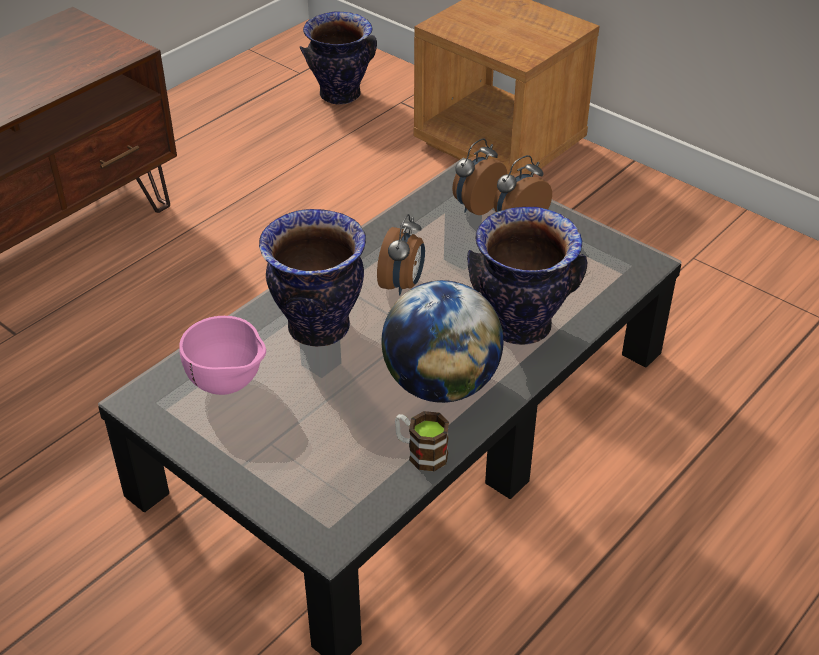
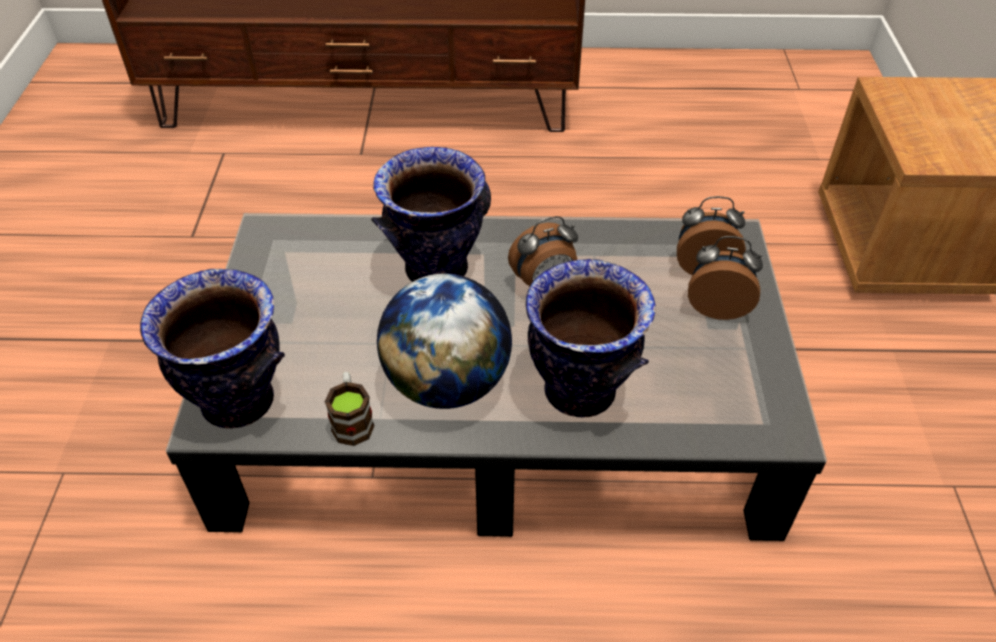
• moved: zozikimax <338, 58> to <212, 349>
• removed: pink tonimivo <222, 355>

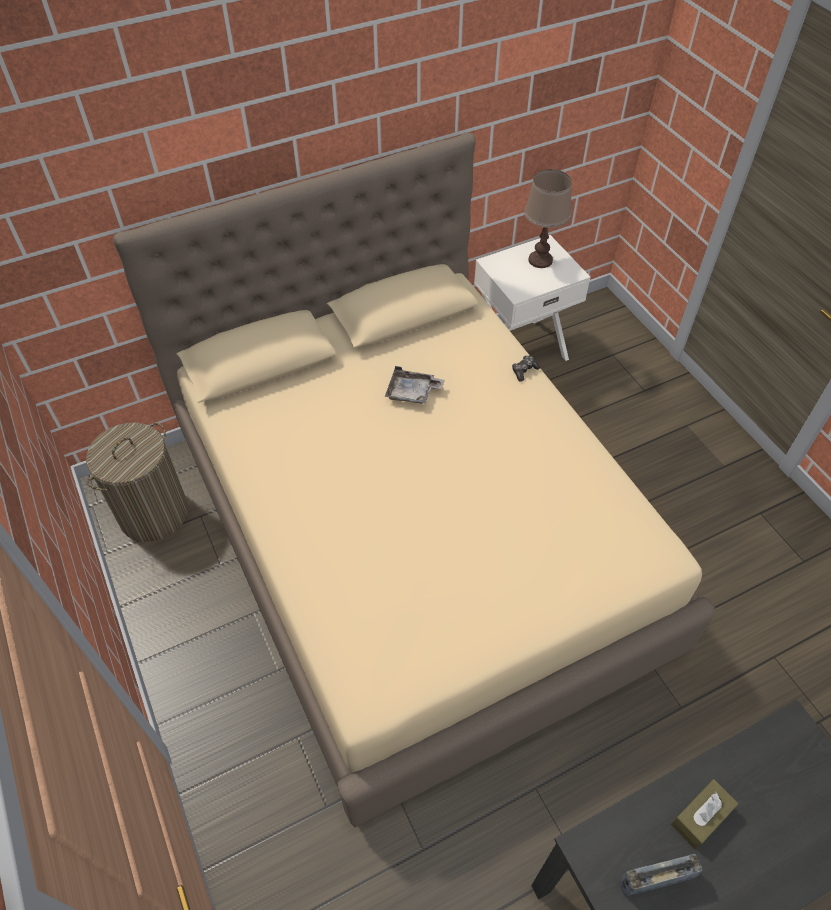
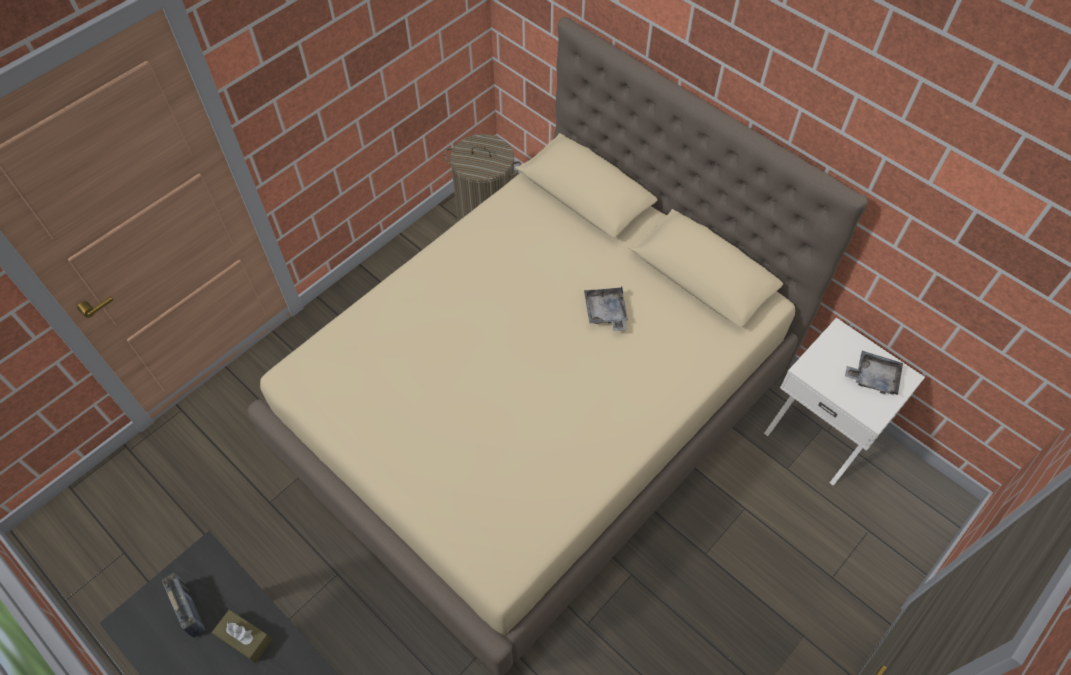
• replaced: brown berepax <548, 218> to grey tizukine <874, 373>
• removed: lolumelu <526, 369>

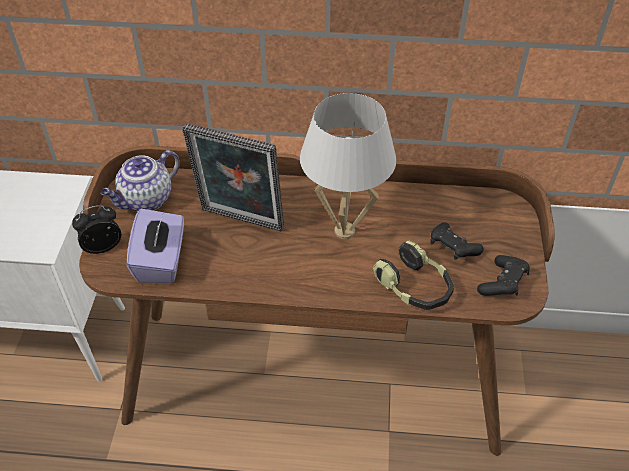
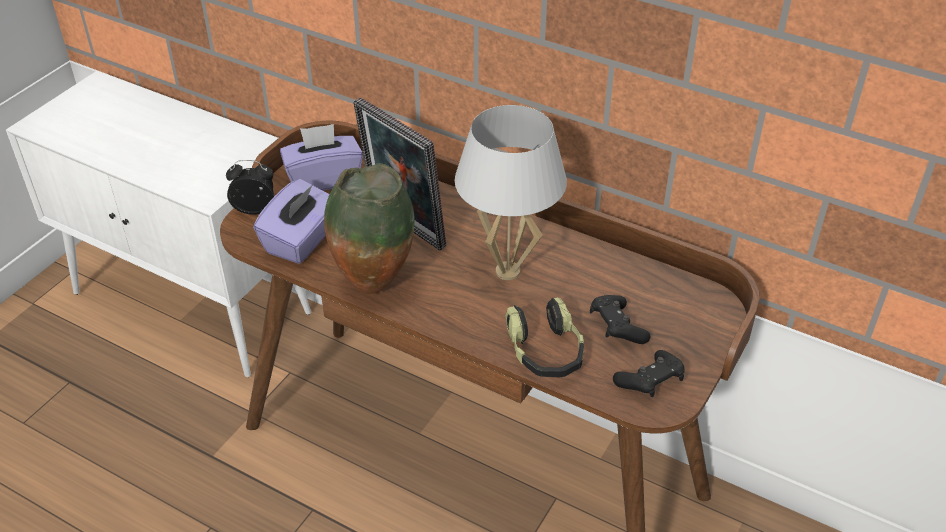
• replaced: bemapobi <140, 180> to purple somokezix <321, 157>
• added: zozikimax <369, 228>

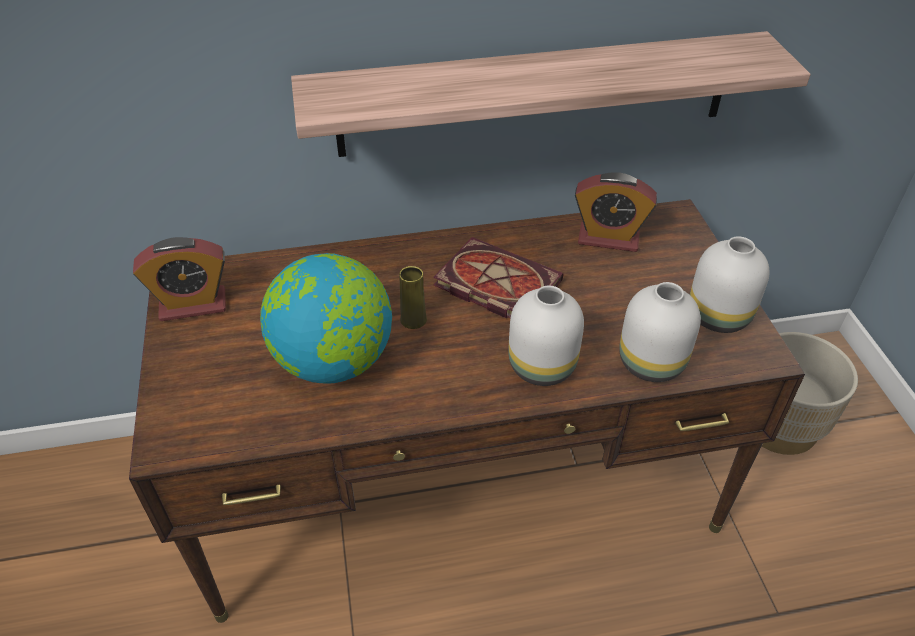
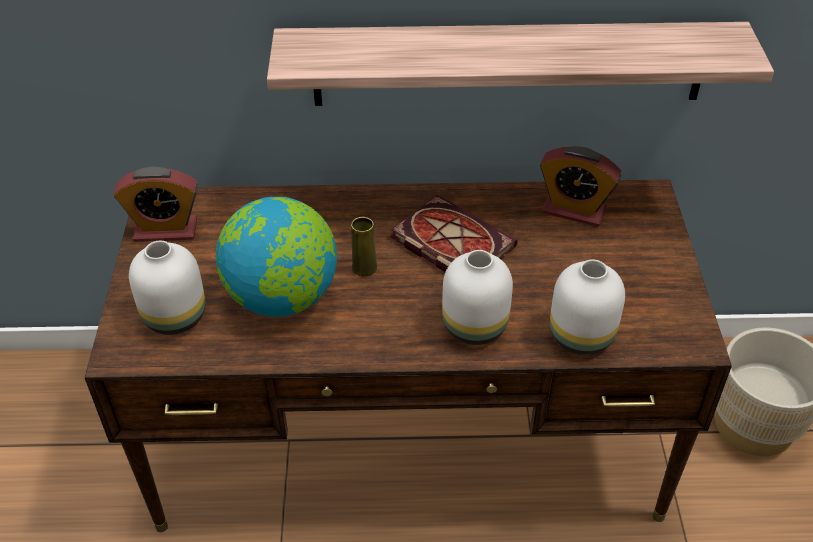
• moved: white zozikimax <730, 284> to <167, 288>

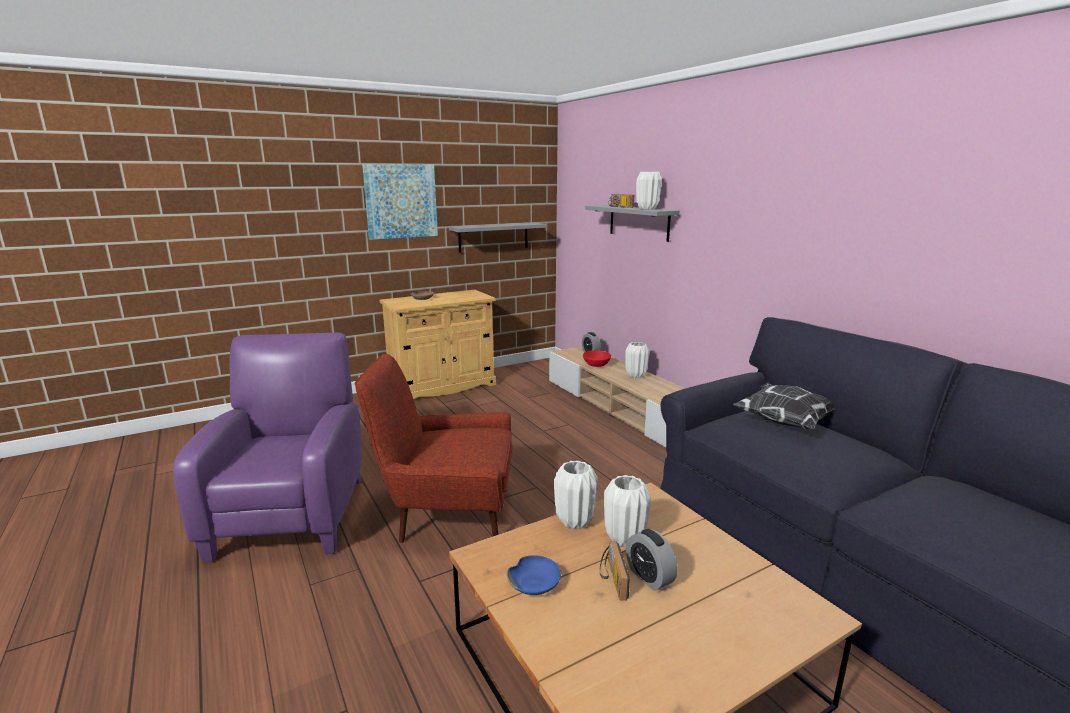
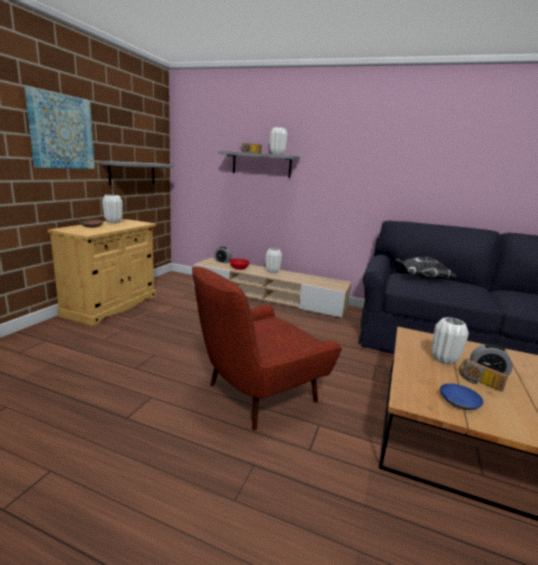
• removed: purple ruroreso <267, 448>
• moved: white zozikimax <576, 495> to <112, 209>

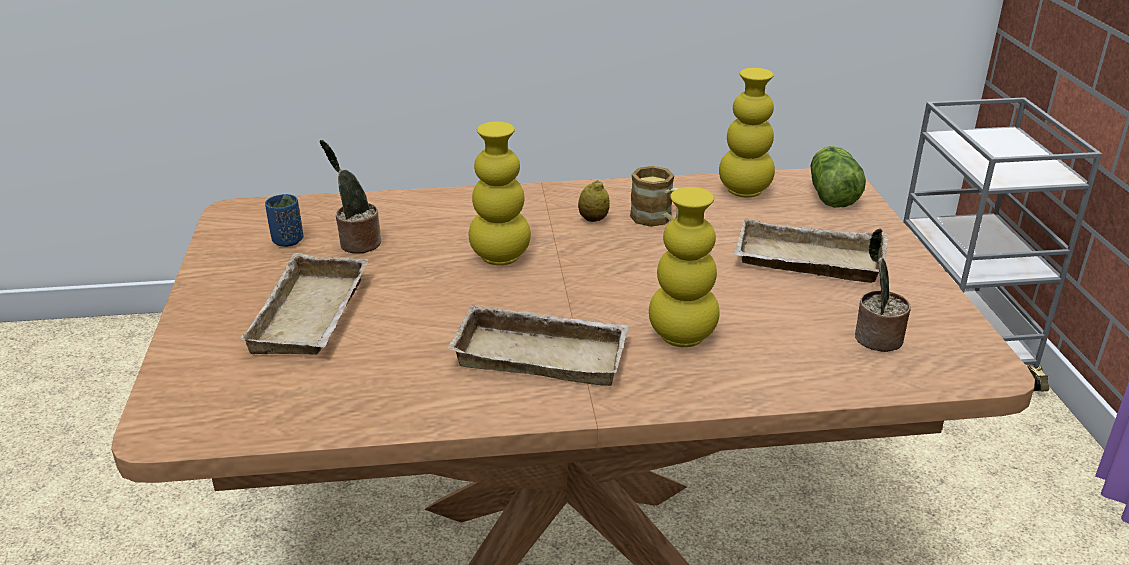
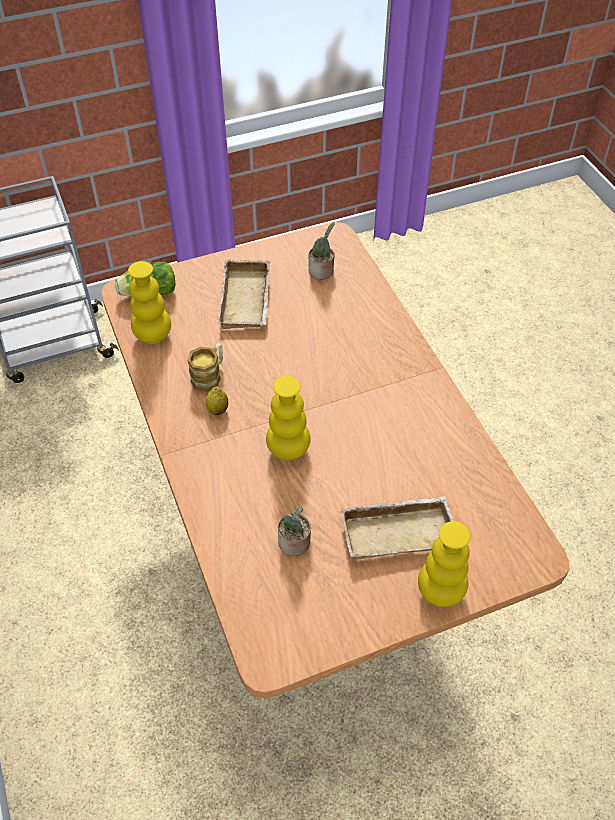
• moved: yellow zozikimax <684, 267> to <444, 564>
• removed: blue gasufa <284, 220>
• removed: beige tizukine <538, 345>

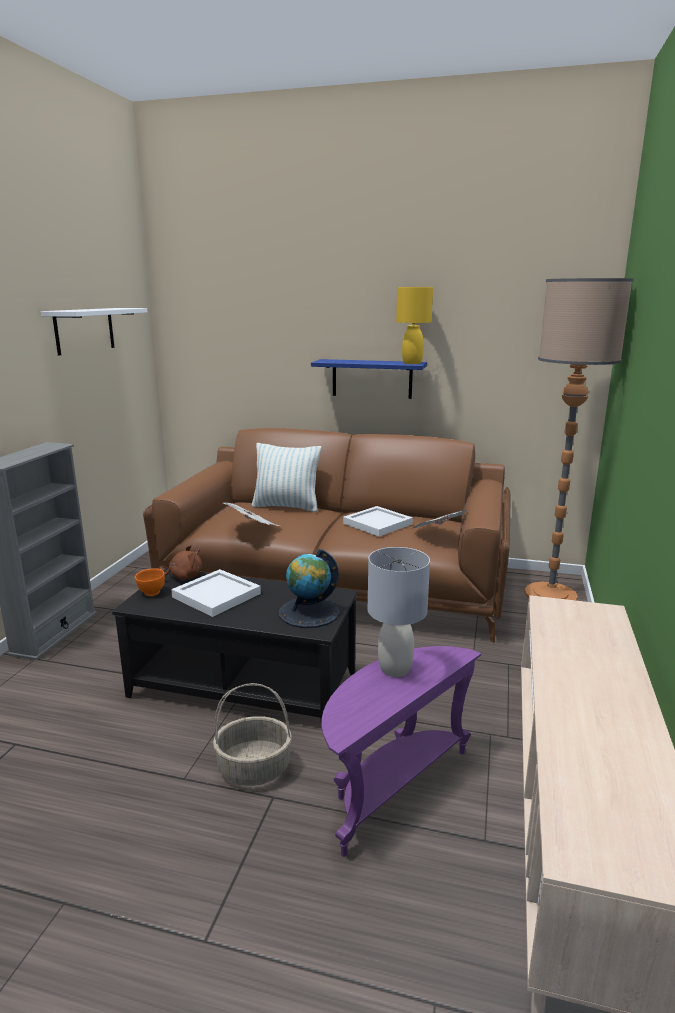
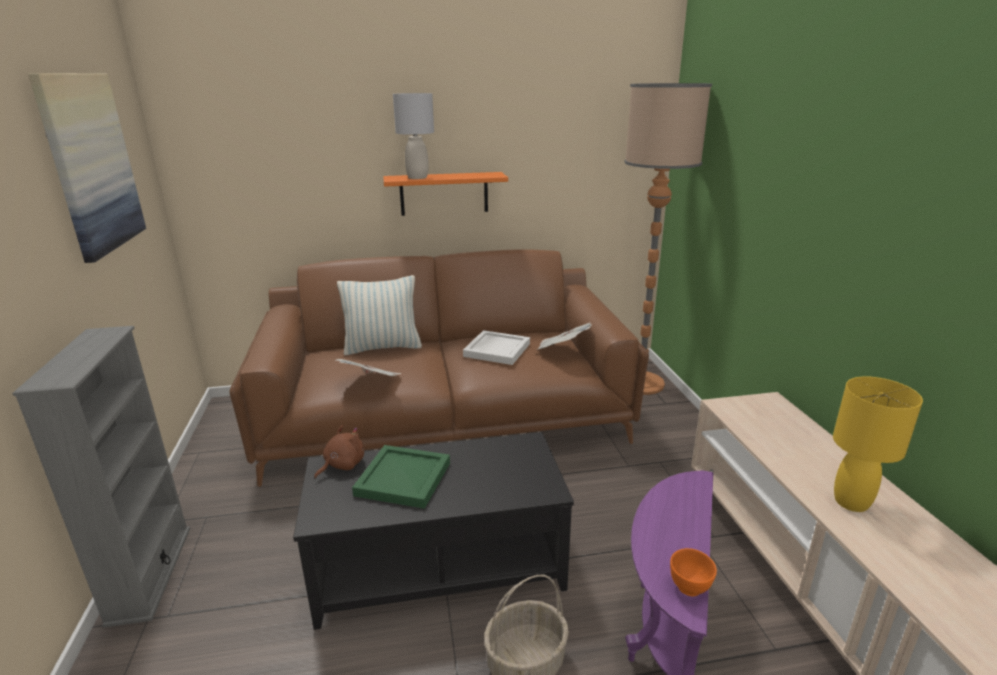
• moved: yellow berepax <414, 325> to <878, 444>
• replaced: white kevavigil <94, 332> to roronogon <87, 168>
• recoloured: blue kevavigil <369, 379> to orange kevavigil <445, 194>
• moved: grey berepax <399, 612> to <413, 136>
• removed: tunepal <309, 588>
• moved: orange tonimivo <150, 582> to <693, 572>
• recoloured: white tizukine <216, 593> to green tizukine <401, 477>

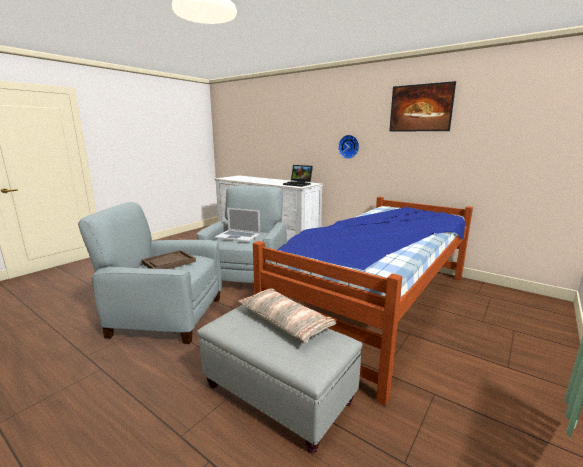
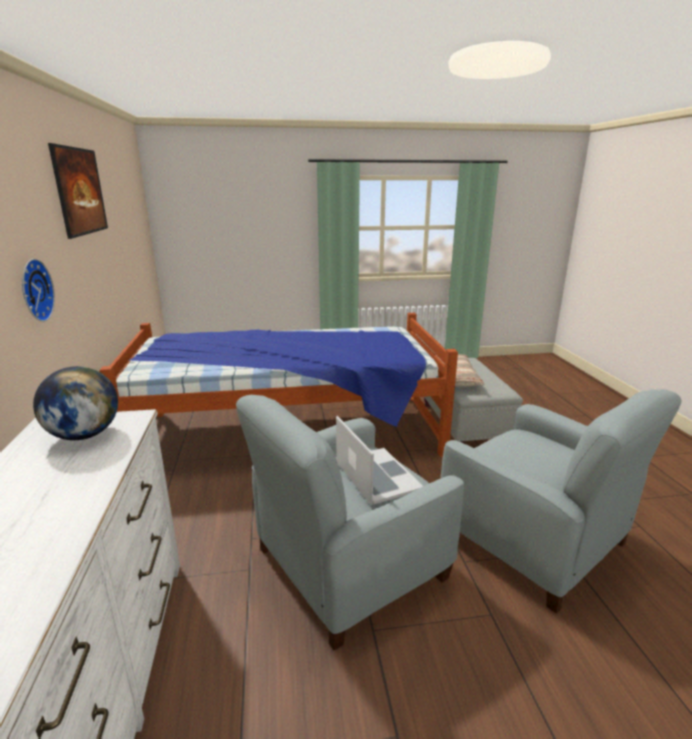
• replaced: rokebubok <298, 176> to tunepal <75, 403>
• removed: brown tizukine <168, 259>

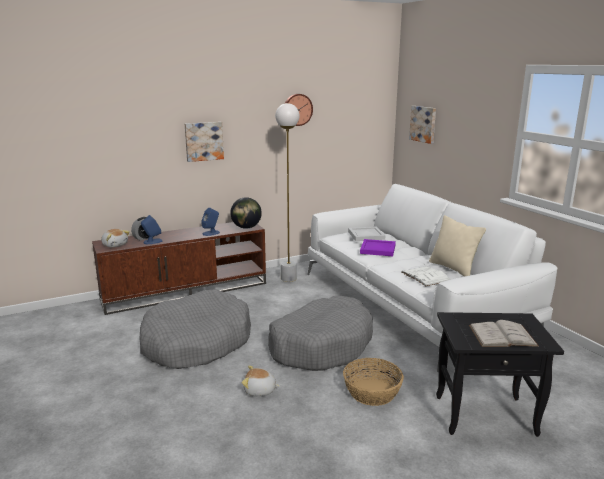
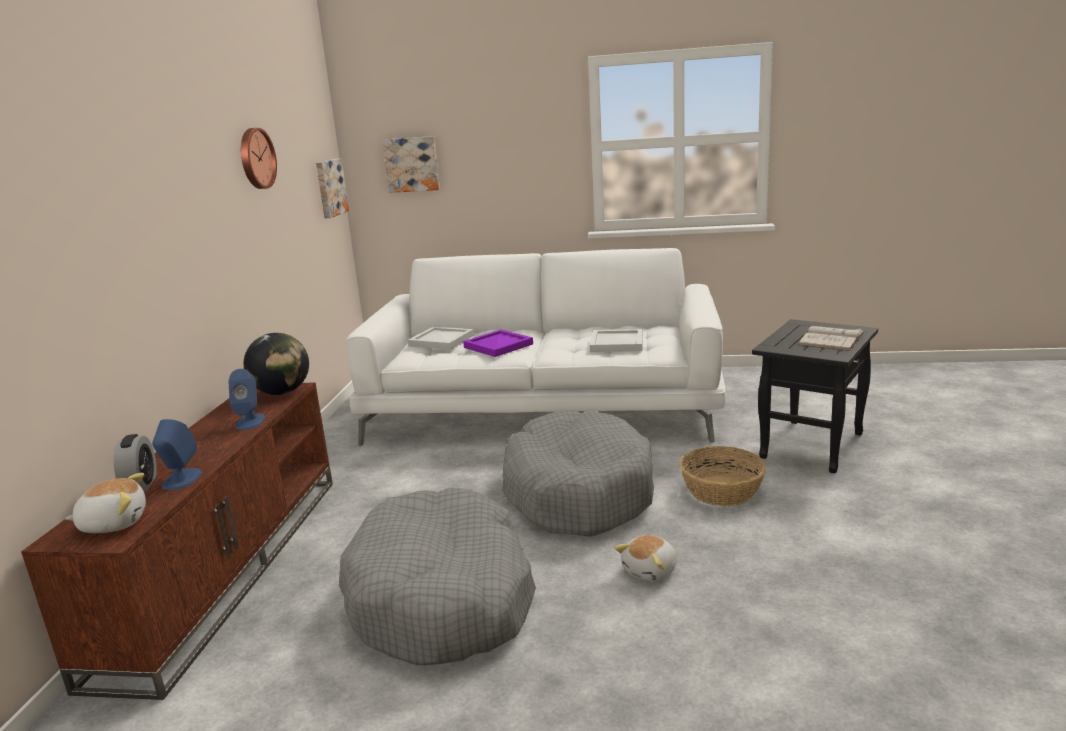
• removed: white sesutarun <287, 192>
• moved: roronogon <204, 142> to <332, 188>
• removed: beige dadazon <457, 246>
• replaced: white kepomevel <426, 276> to white tizukine <616, 340>

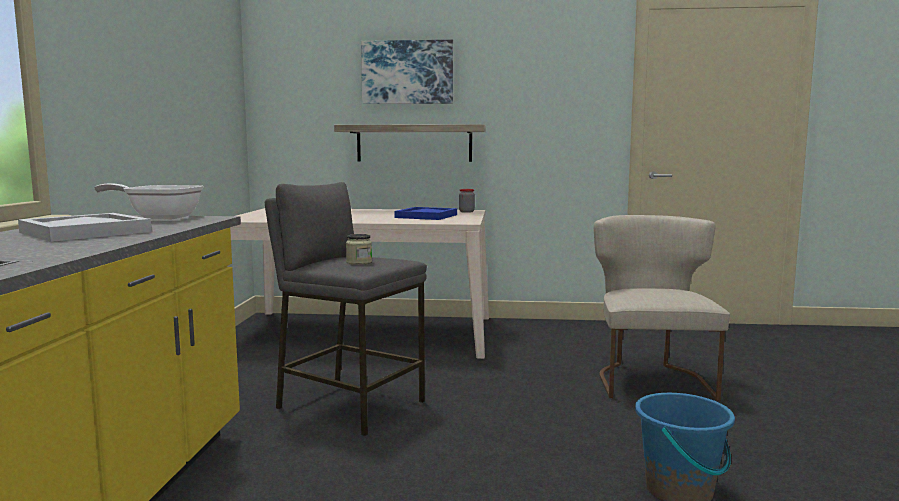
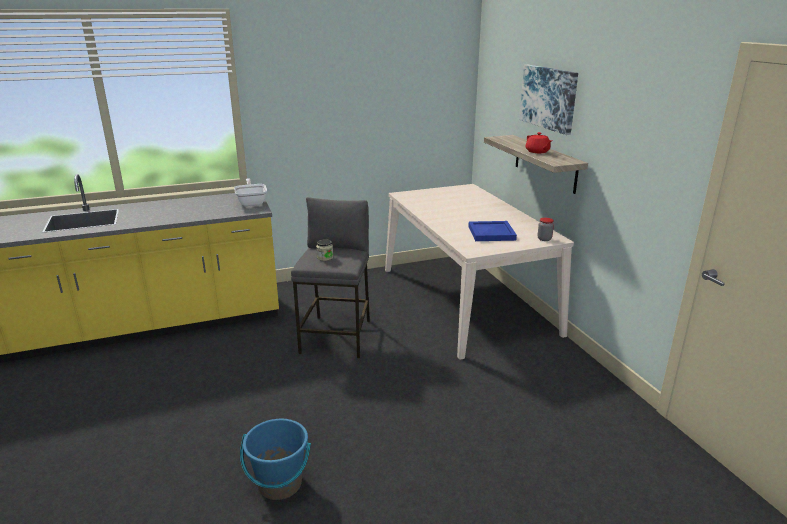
• removed: white tizukine <85, 227>
• removed: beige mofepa <662, 308>
• added: red bemapobi <539, 142>

